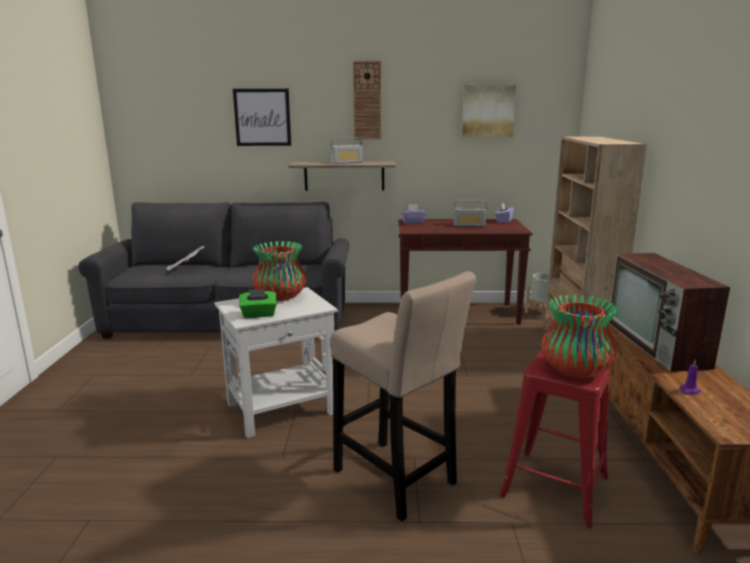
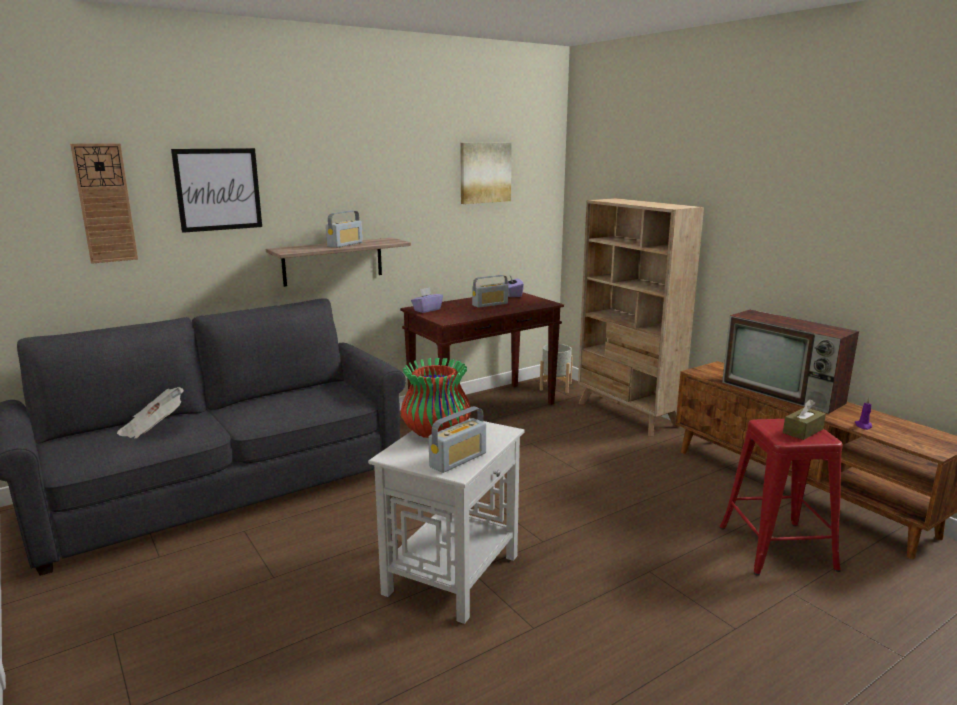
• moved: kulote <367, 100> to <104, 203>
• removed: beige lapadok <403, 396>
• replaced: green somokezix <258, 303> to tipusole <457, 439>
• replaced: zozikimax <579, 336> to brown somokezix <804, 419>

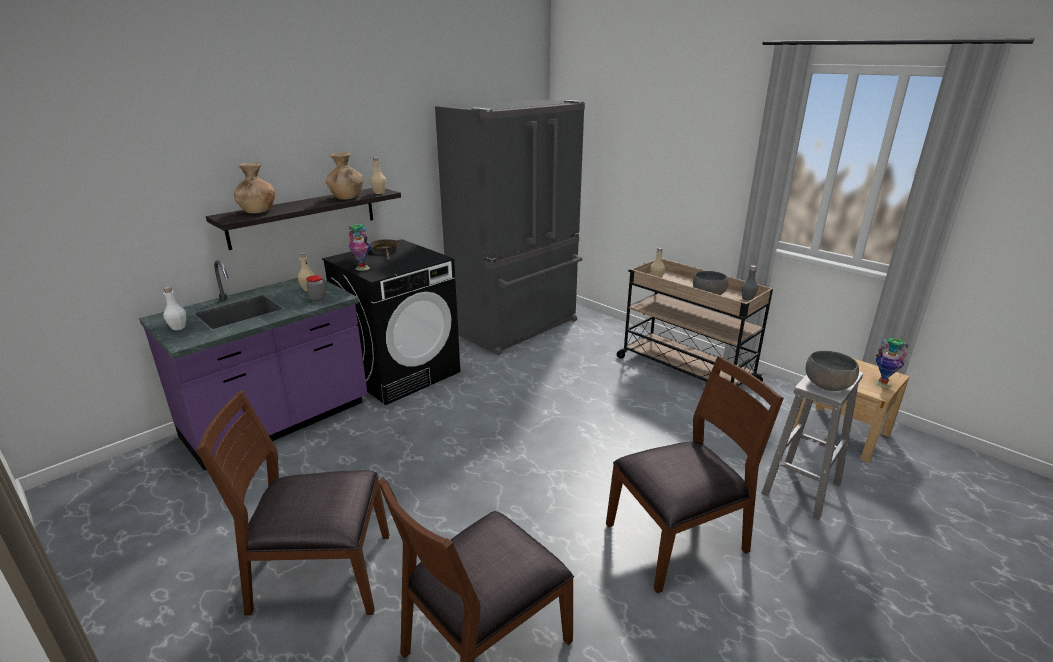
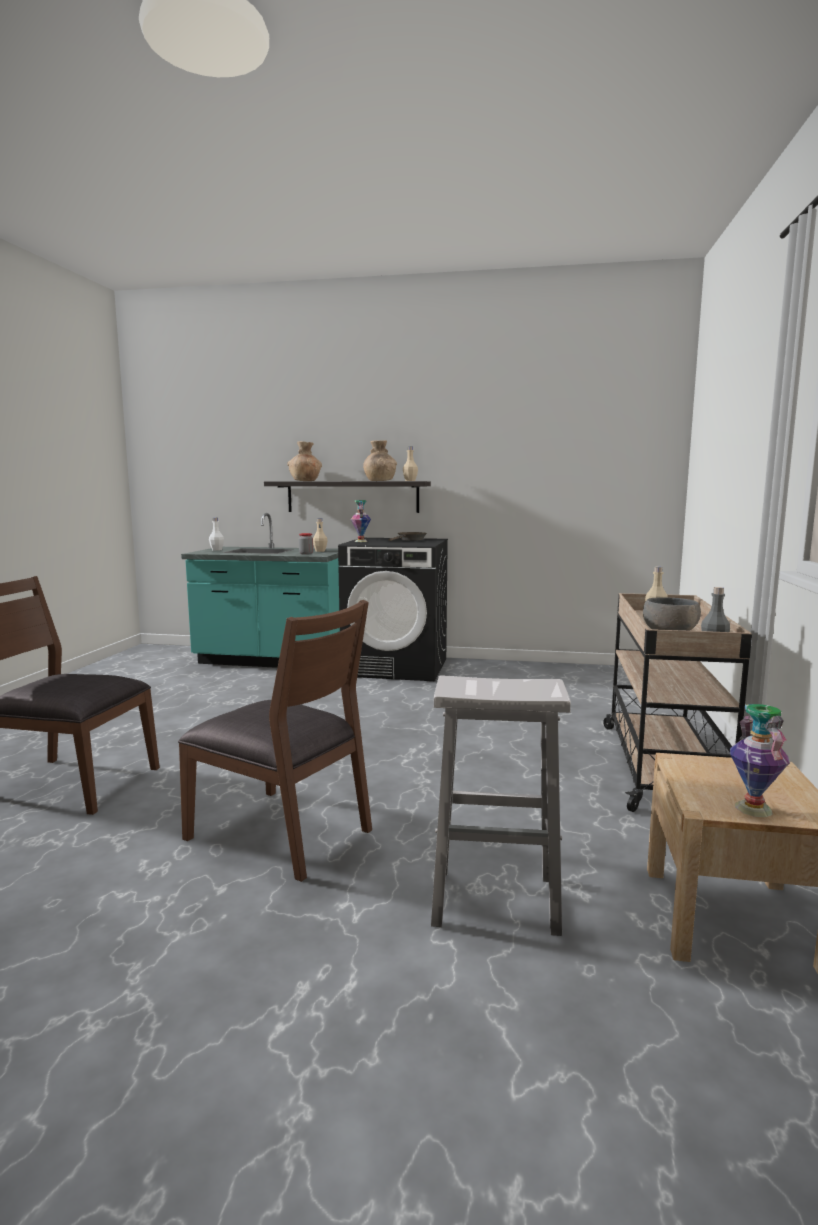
• removed: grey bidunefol <510, 227>
• recoloured: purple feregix <253, 365> to turquoise feregix <260, 590>
• removed: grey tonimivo <832, 371>
• removed: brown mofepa <292, 503>

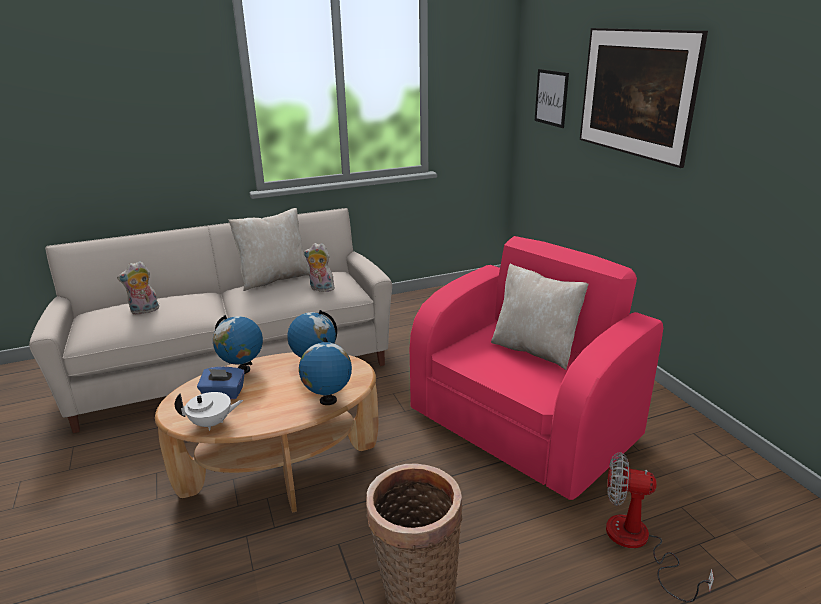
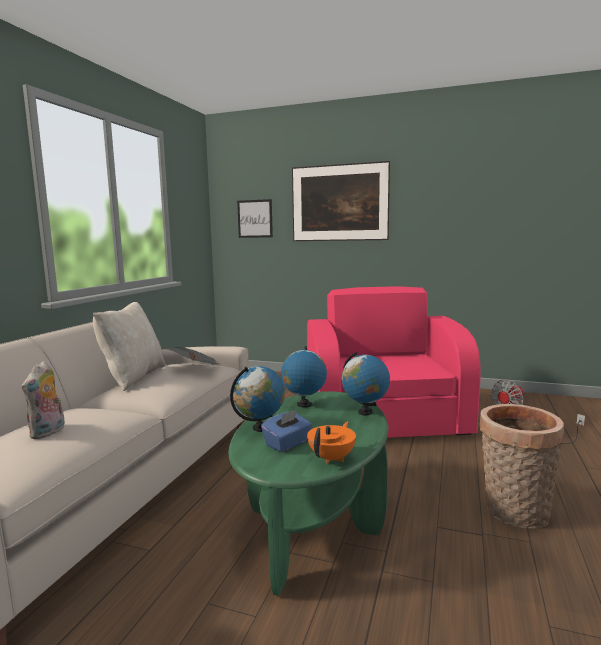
• replaced: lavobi <319, 267> to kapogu <193, 355>
• removed: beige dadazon <540, 316>
• recoloured: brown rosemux <266, 432> to green rosemux <309, 493>
• recoloured: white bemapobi <209, 411> to orange bemapobi <331, 443>

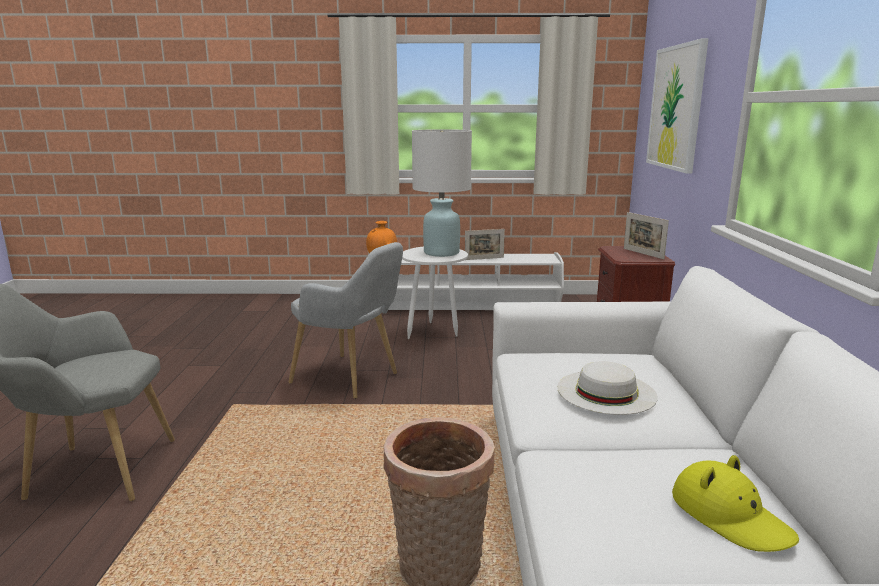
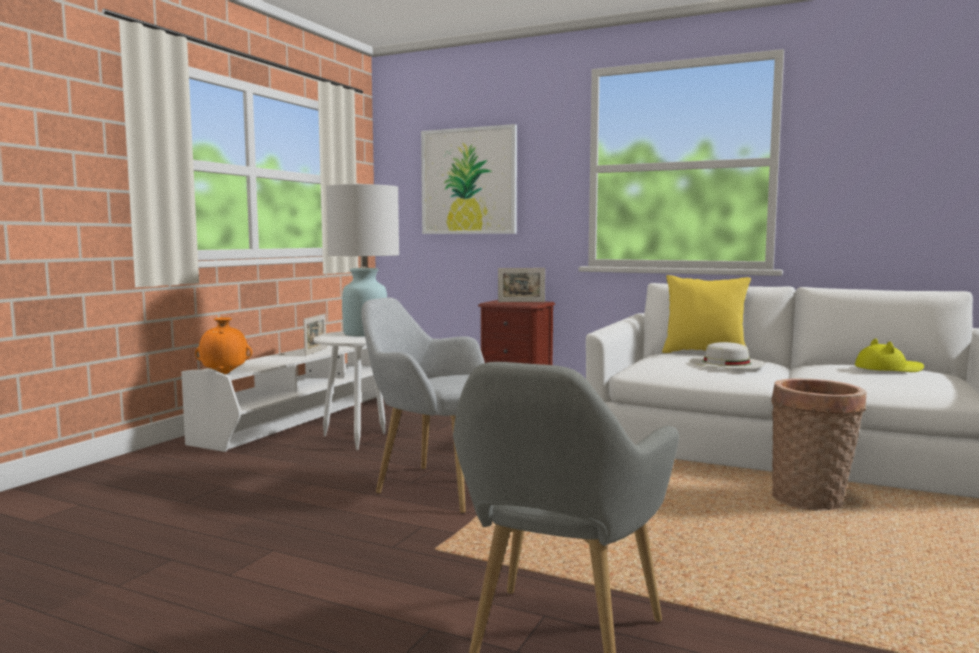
• turned: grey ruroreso <346, 320> = <423, 405> 120 degrees counterclockwise
• added: yellow dadazon <706, 314>

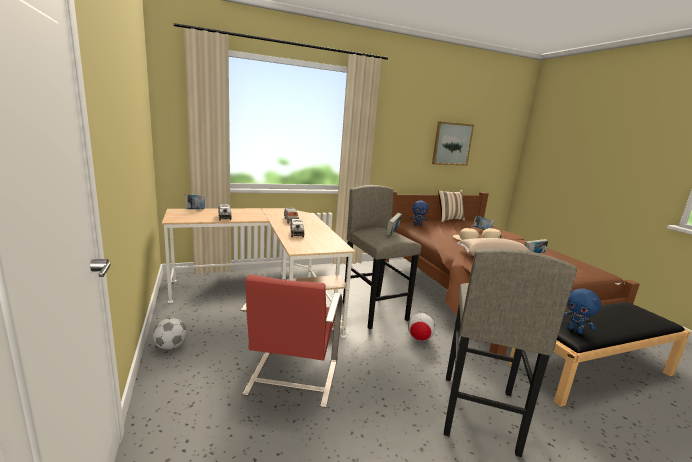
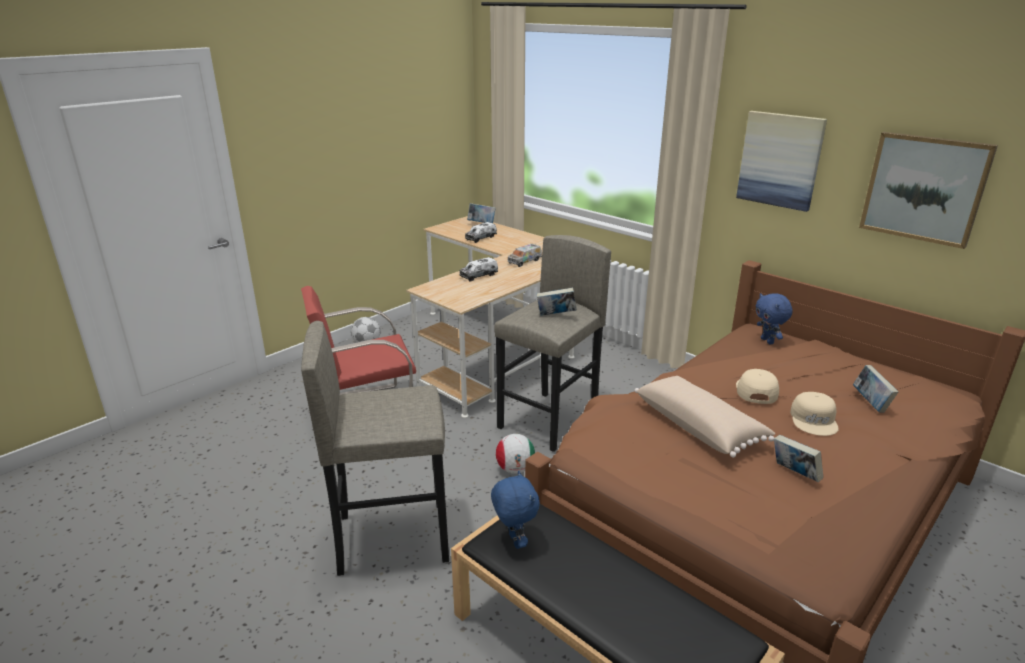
• removed: beige dadazon <451, 206>
• turned: blue lavobi <582, 311> = <515, 510> 135 degrees clockwise
• added: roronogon <781, 161>

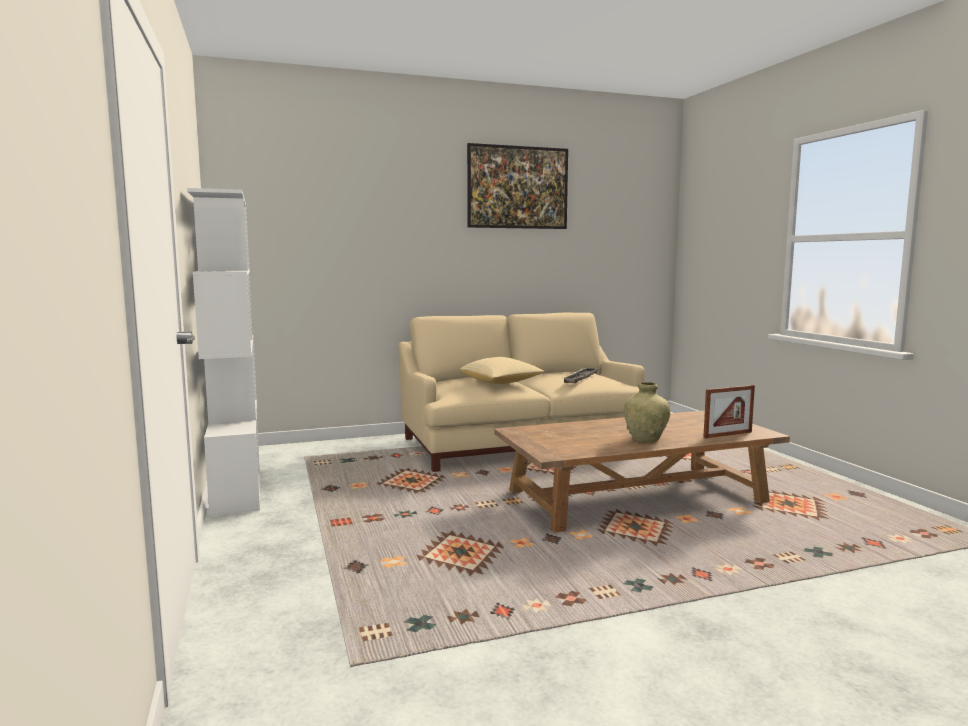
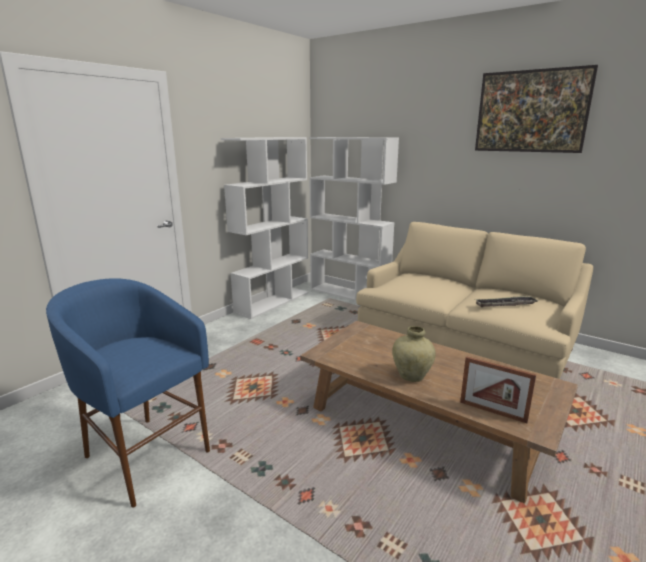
• removed: dadazon <502, 370>
• added: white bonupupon <354, 219>
• added: blue lapadok <128, 393>

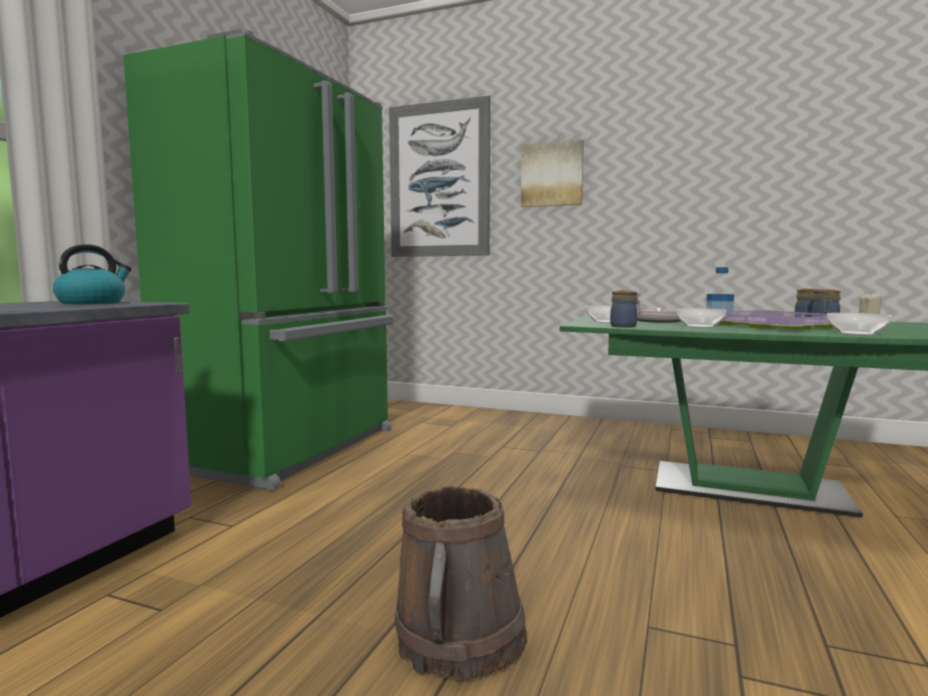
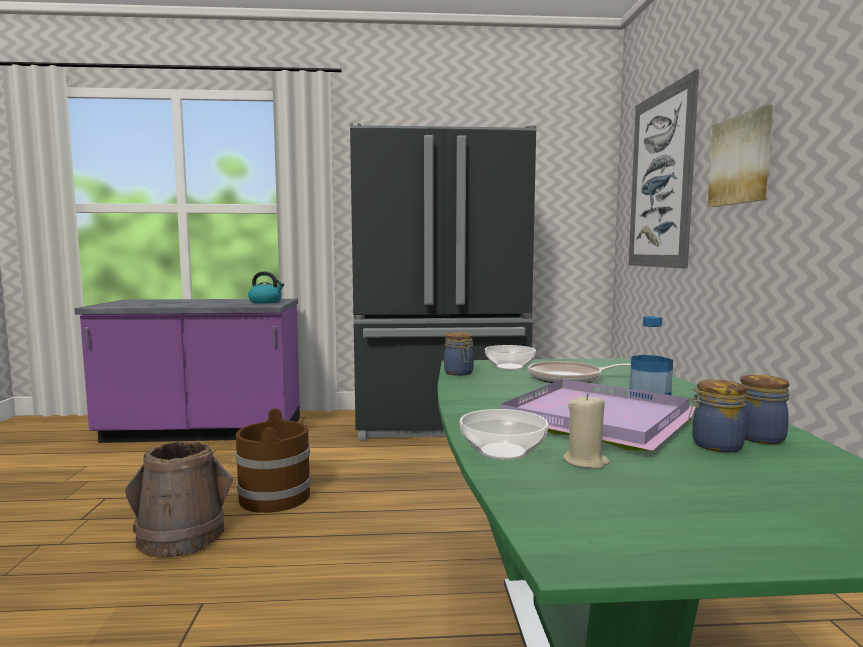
• recoloured: green bidunefol <258, 259> to black bidunefol <443, 281>
• removed: tonimivo <701, 318>
• added: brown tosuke <273, 460>

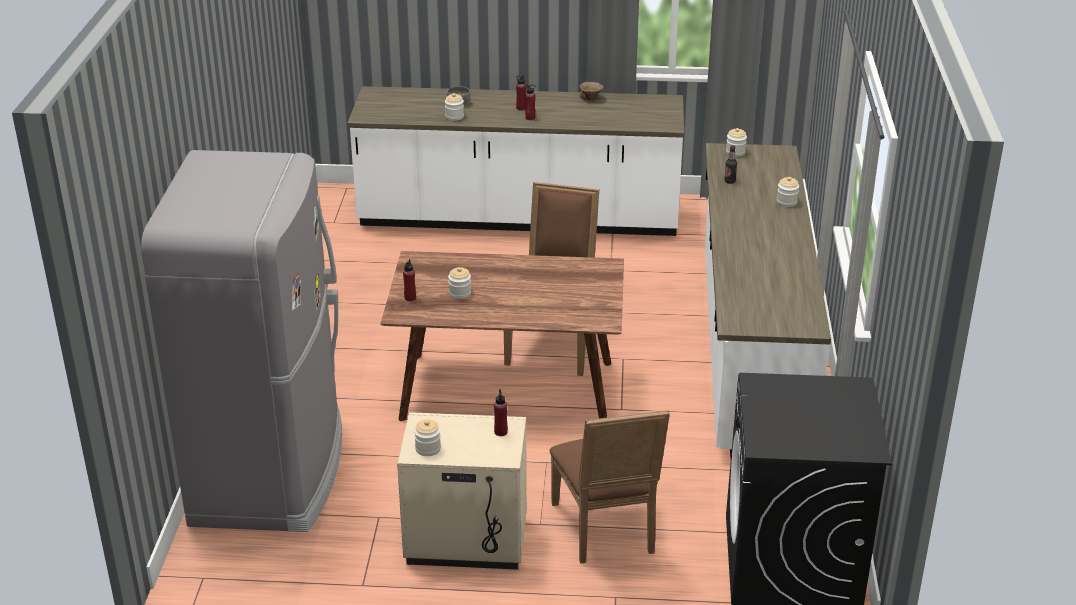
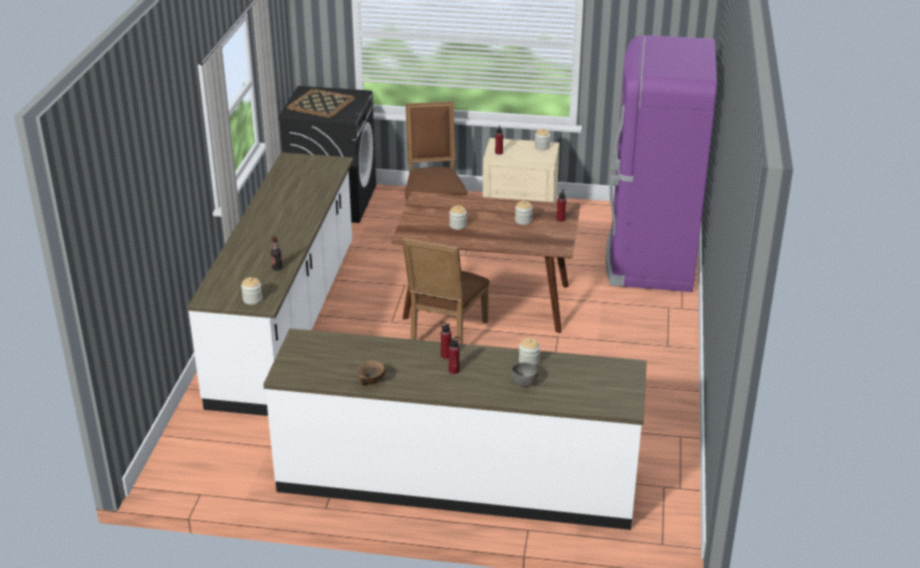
• recoloured: grey bidunefol <241, 341> to purple bidunefol <661, 163>
• moved: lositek <788, 192> to <458, 217>
• added: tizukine <321, 103>

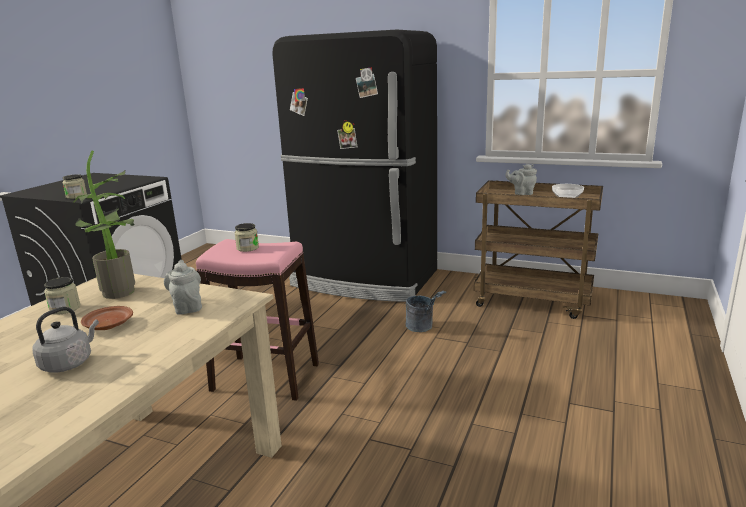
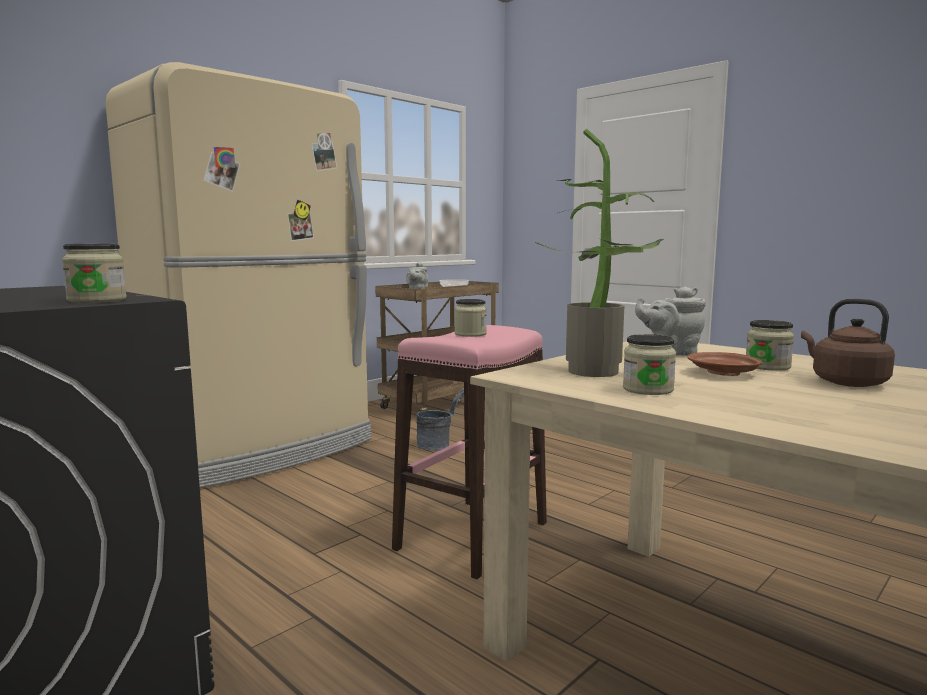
• recoloured: black bidunefol <354, 166> to beige bidunefol <239, 275>
• recoloured: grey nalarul <65, 340> to brown nalarul <848, 343>
• added: lositek <770, 345>

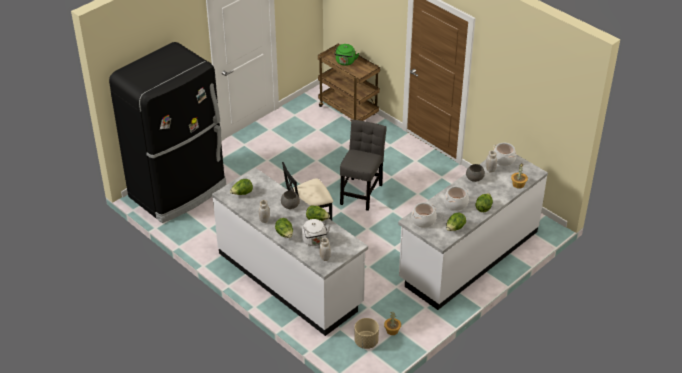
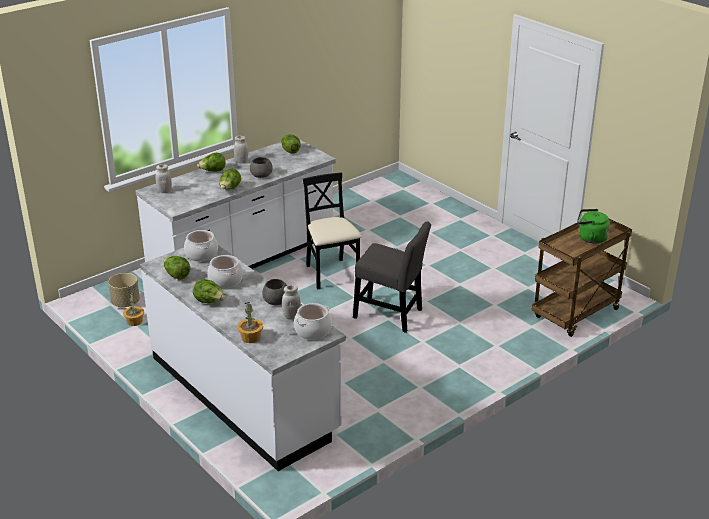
• removed: black bidunefol <167, 132>
• removed: white nalarul <316, 232>

